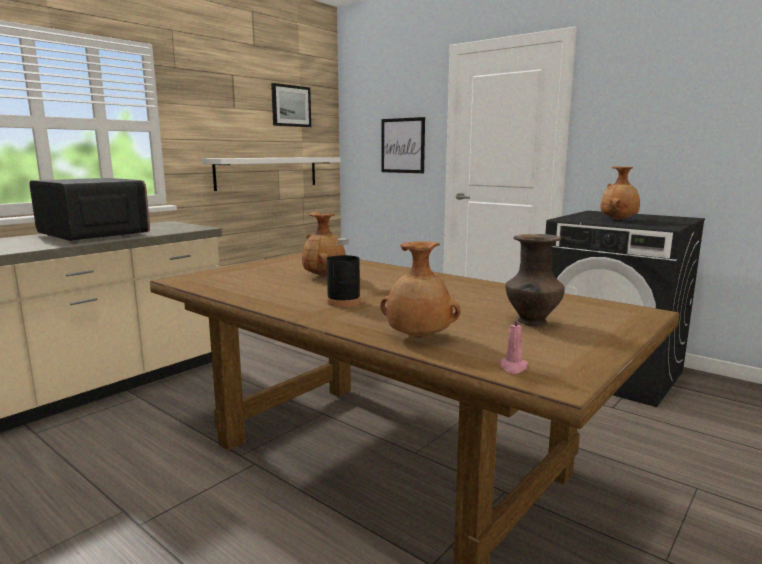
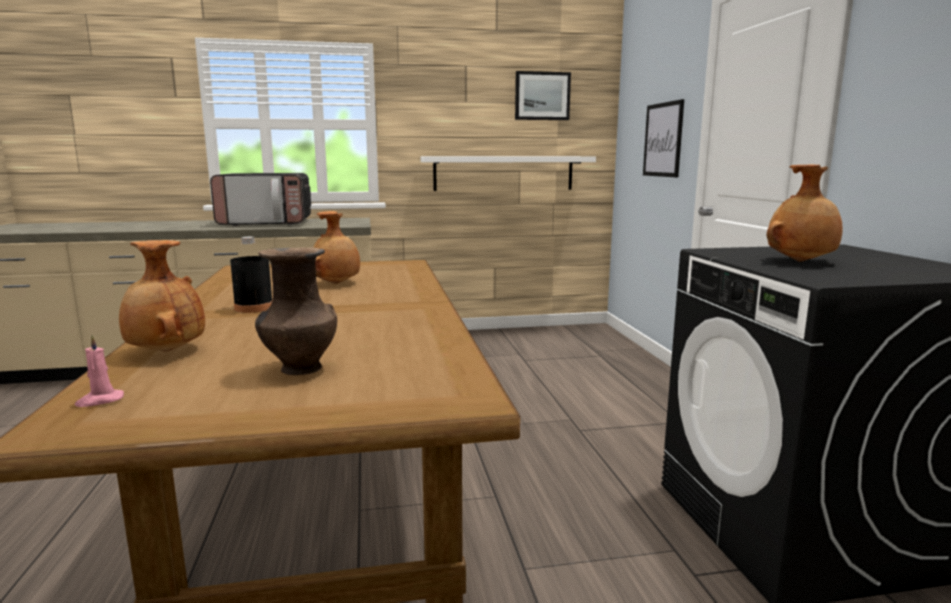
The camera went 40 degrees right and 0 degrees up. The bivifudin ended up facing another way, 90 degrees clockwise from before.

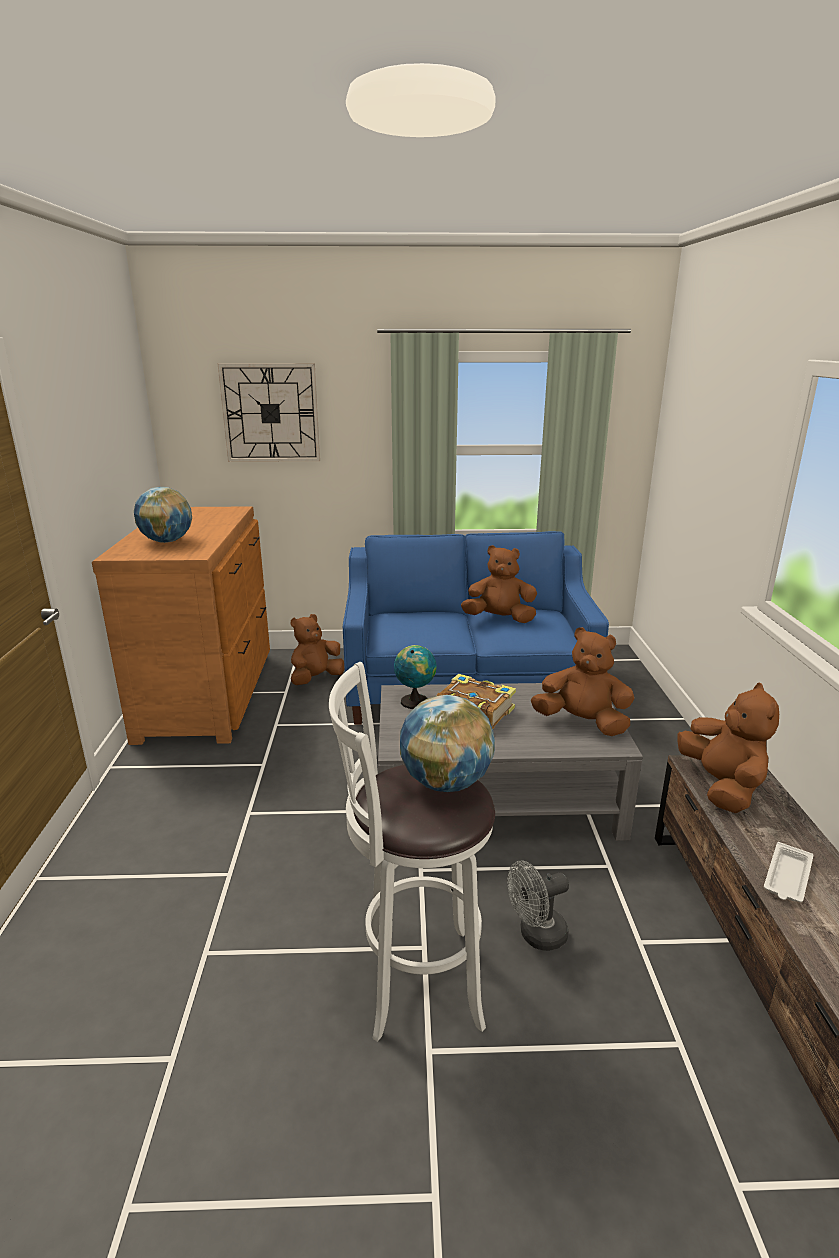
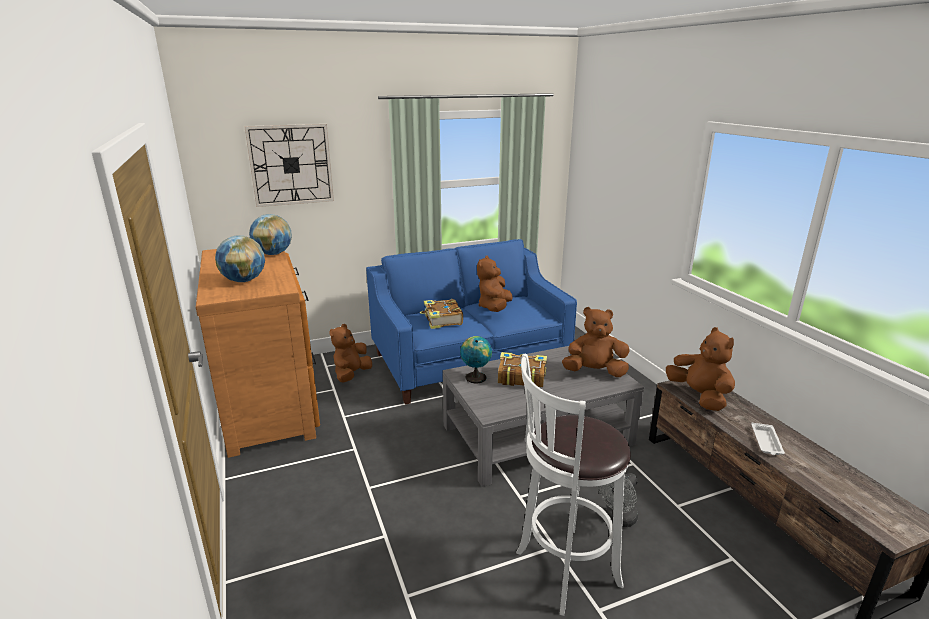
The camera went 20 degrees left and 0 degrees up. The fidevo (no. 3 from left in the first image) ended up elsewhere. The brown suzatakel (no. 2 from left) ended up facing another way, 60 degrees counterclockwise from before. The second view gained the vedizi (no. 1 from left).

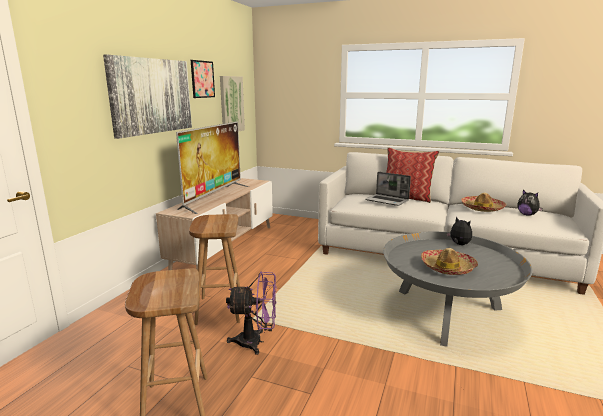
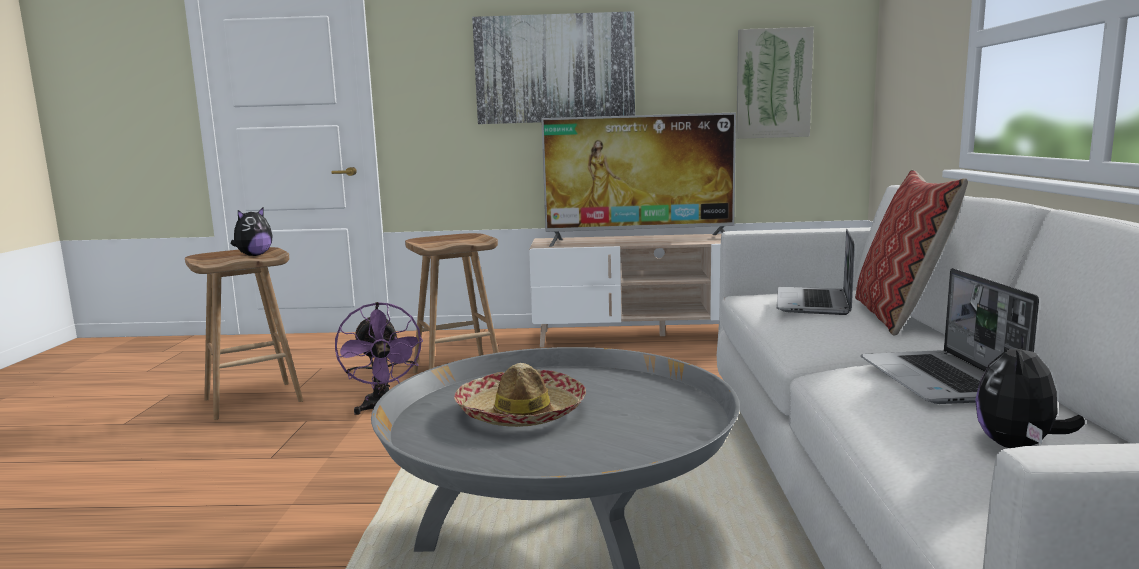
The camera went 70 degrees right and 5 degrees down. The second view lost the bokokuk (no. 2 from left). The suzatakel (no. 1 from left) ended up elsewhere. Where the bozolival (no. 2 from left) stood, the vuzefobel (no. 2 from left) came to stand.

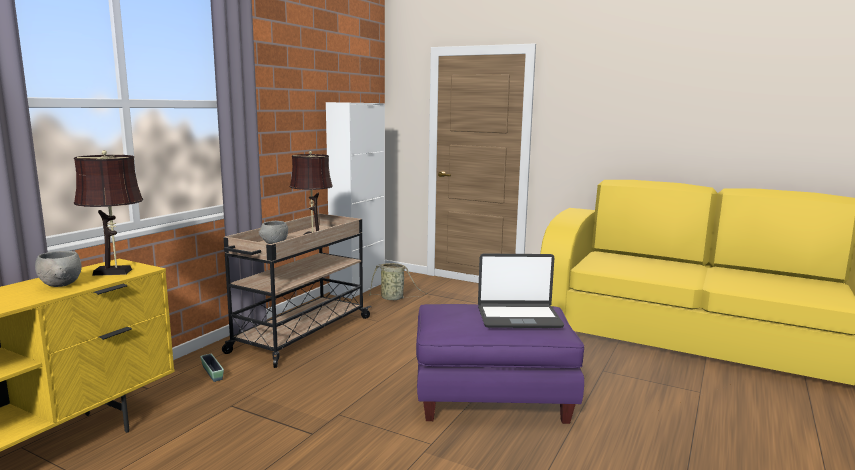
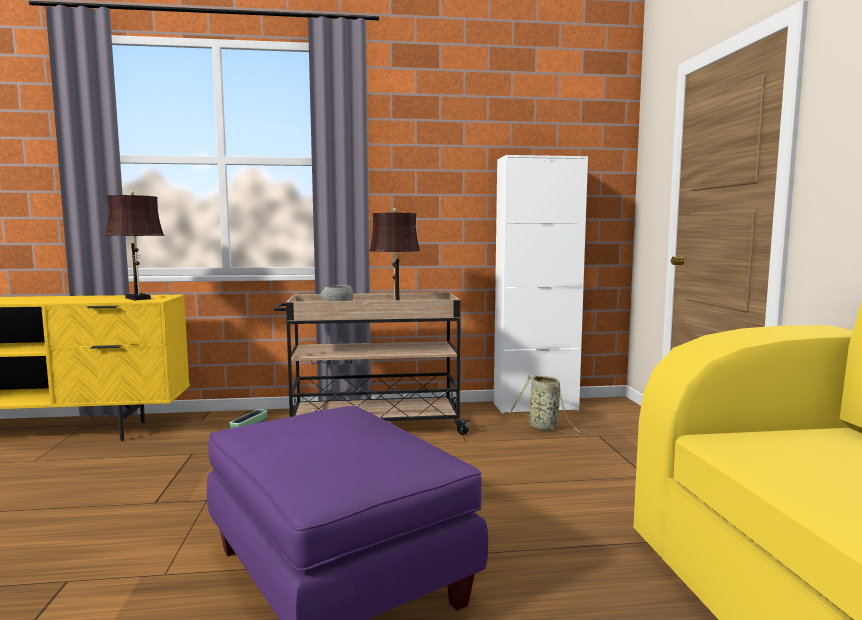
The camera went 55 degrees right and 5 degrees down. The second view lost the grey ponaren (no. 1 from left). The second view lost the vuzefobel.

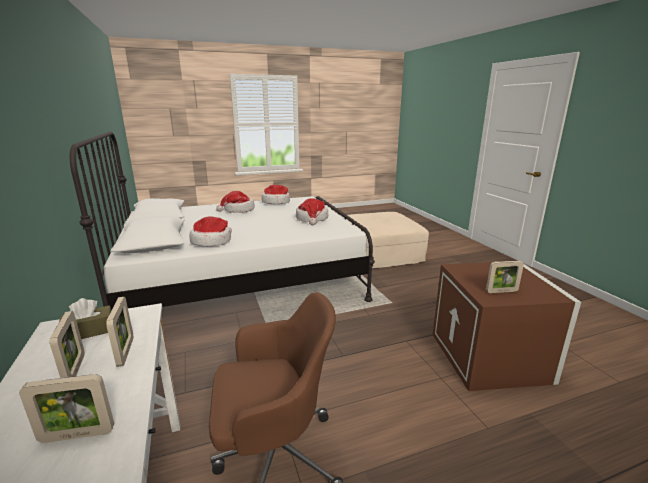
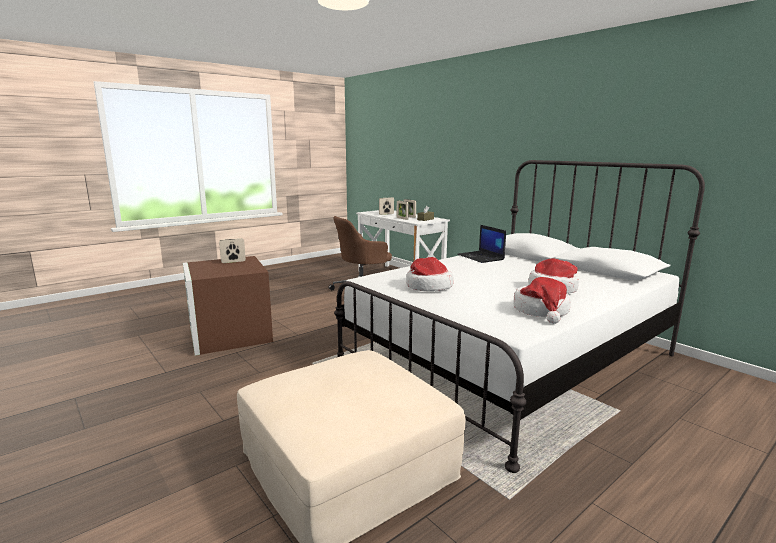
The camera went 160 degrees right and 5 degrees down. Where the bozolival (no. 1 from left) stood, the vuzefobel came to stand.

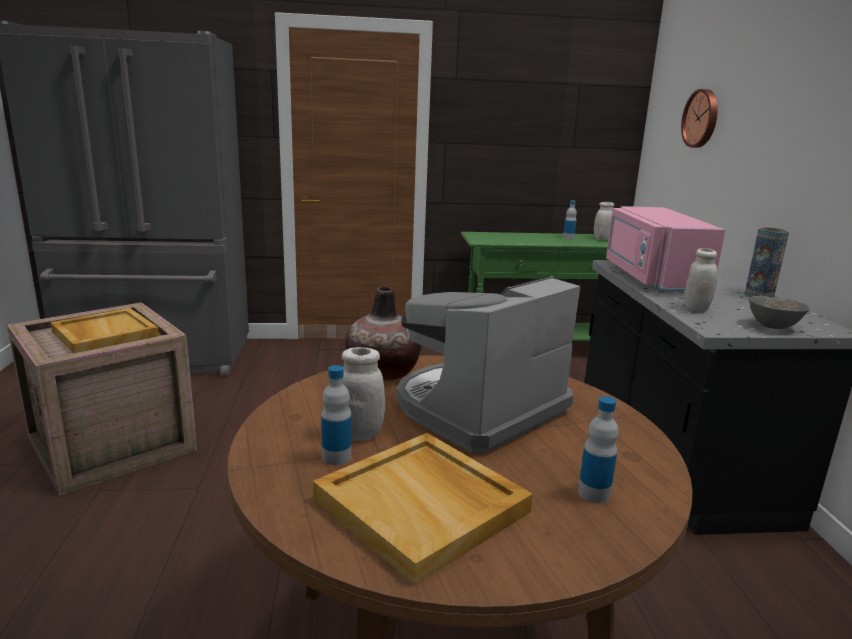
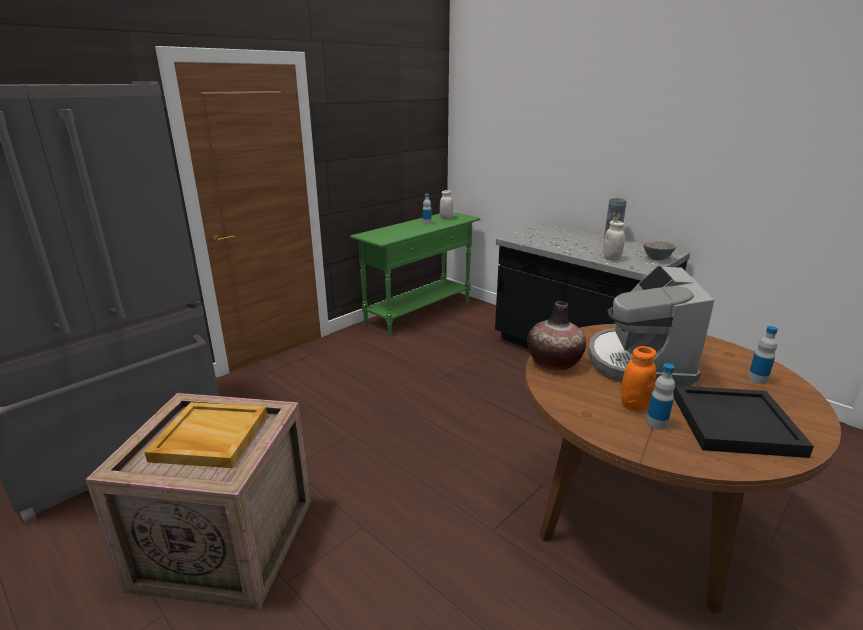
The camera went 40 degrees left and 5 degrees up. What was the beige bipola (no. 2 from left) turned into the black bipola. What was the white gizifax (no. 1 from left) turned into the orange gizifax. The second view lost the pink bivifudin. The second view lost the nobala.

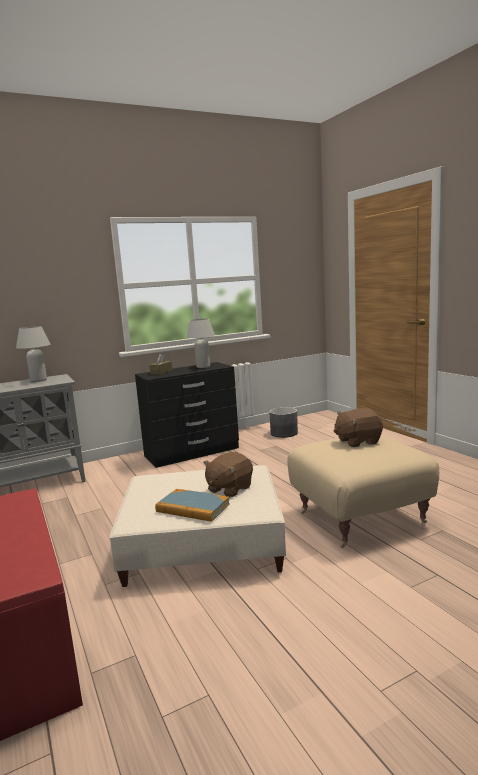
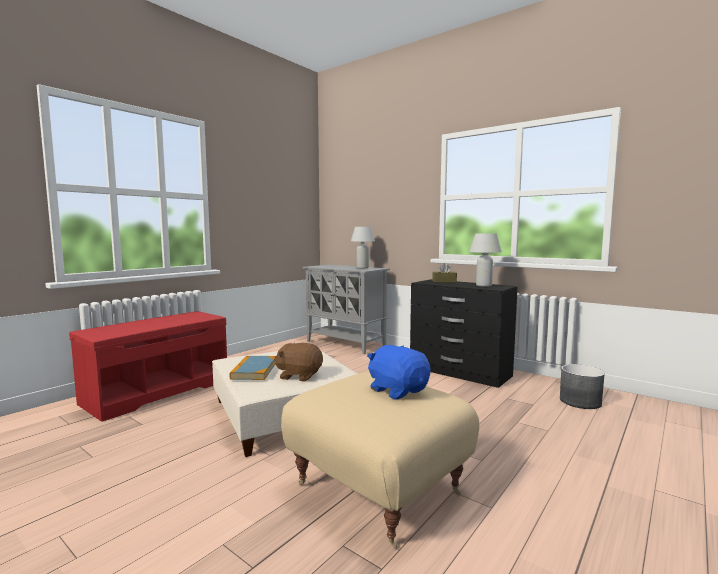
The camera went 65 degrees right and 5 degrees down. What was the brown suzatakel (no. 2 from left) turned into the blue suzatakel.

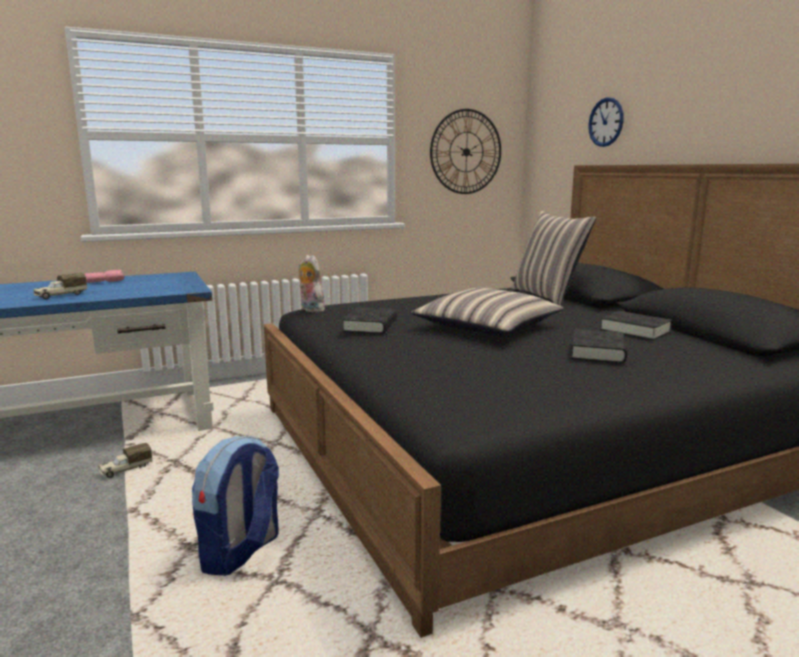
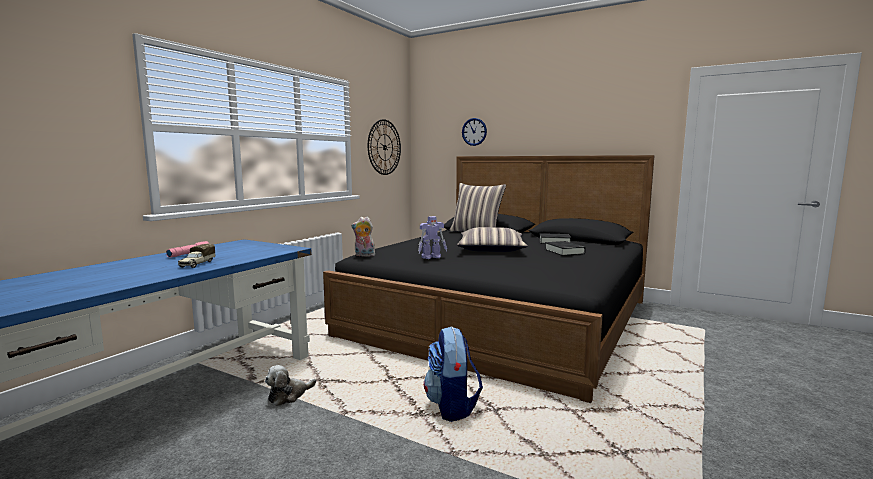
The camera went 35 degrees left and 5 degrees down. Where the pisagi (no. 2 from left) stood, the suzatakel (no. 1 from left) came to stand. Where the black vedizi (no. 1 from left) stood, the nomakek came to stand.

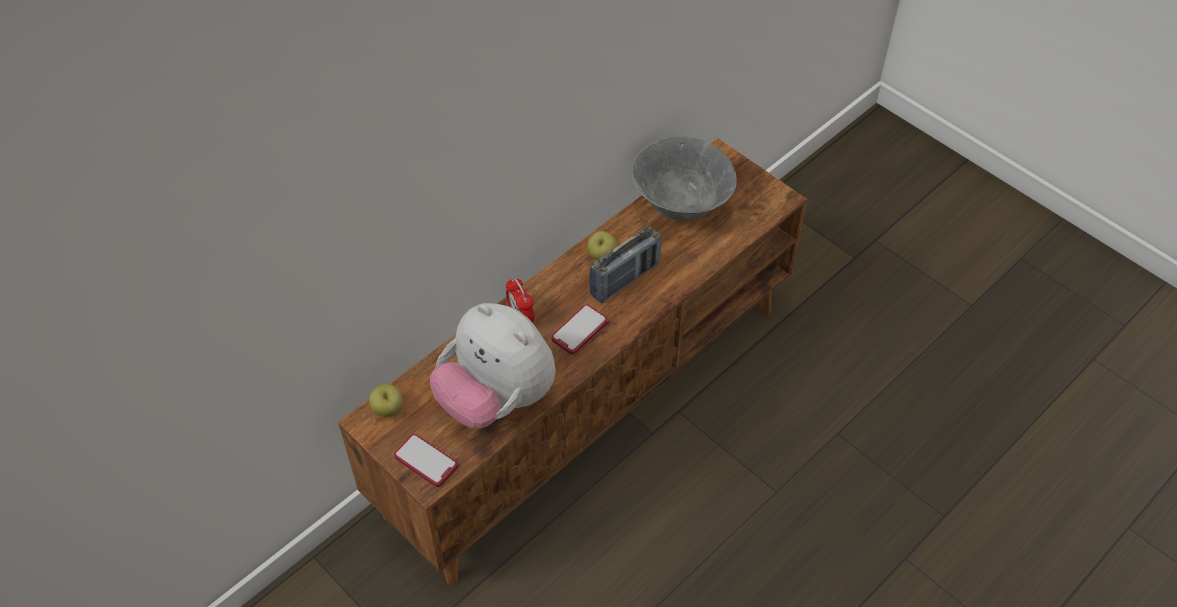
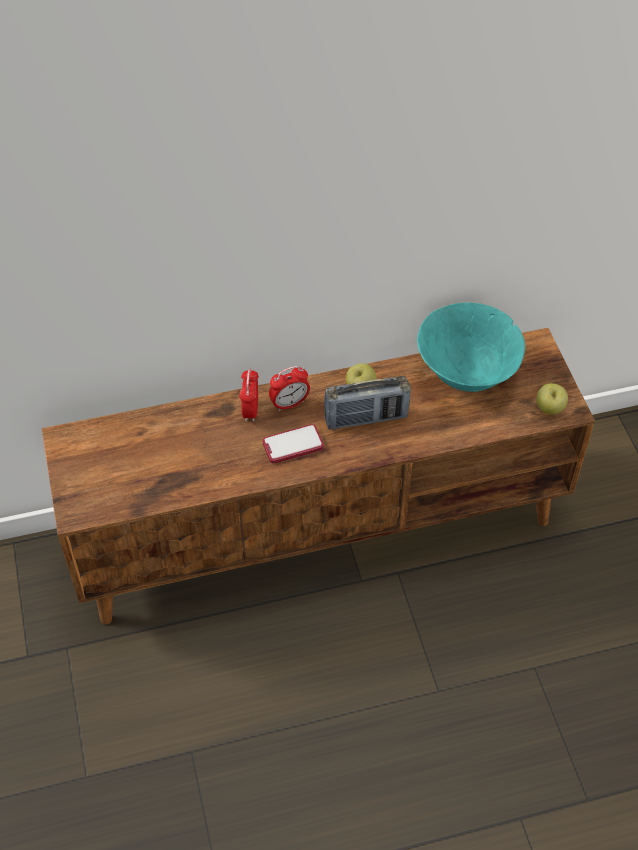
The camera went 30 degrees right and 0 degrees up. The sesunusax (no. 1 from left in the first image) ended up elsewhere. The second view lost the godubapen (no. 1 from left). The second view lost the suzatakel. What was the grey ponaren turned into the turquoise ponaren. The second view gained the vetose (no. 2 from left).

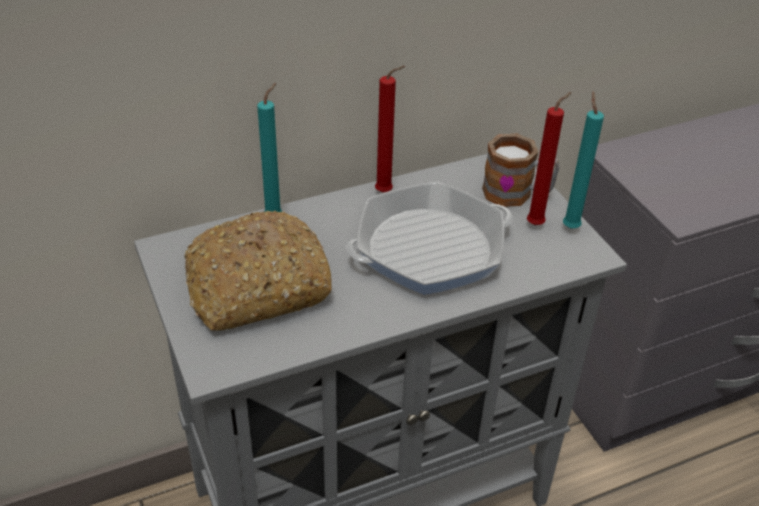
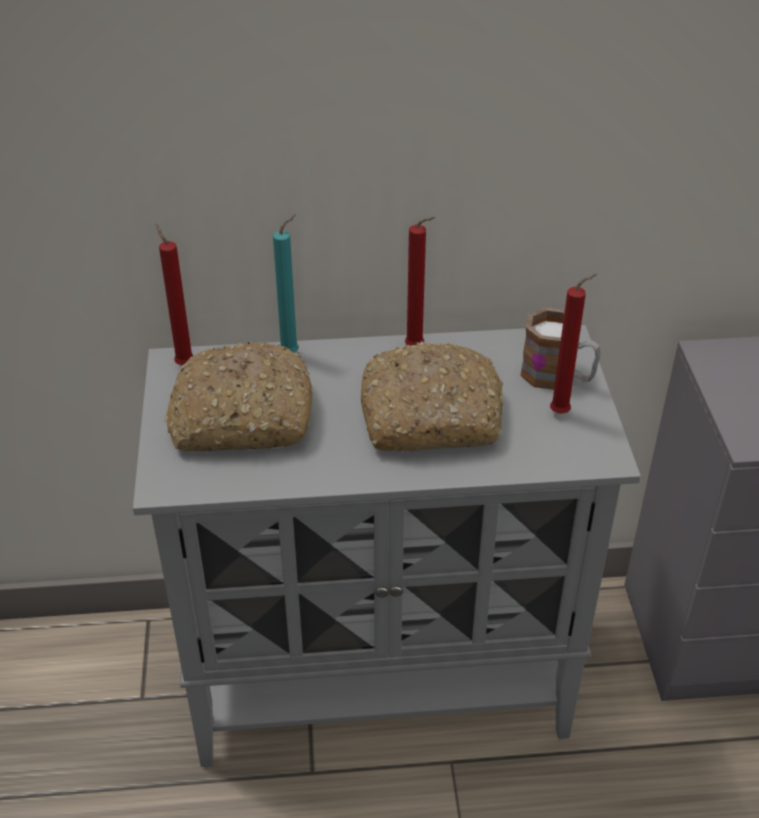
The camera went 20 degrees right and 0 degrees up. Where the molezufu stood, the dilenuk (no. 2 from left) came to stand. The second view lost the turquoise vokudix (no. 2 from left). The second view gained the red vokudix (no. 1 from left).

